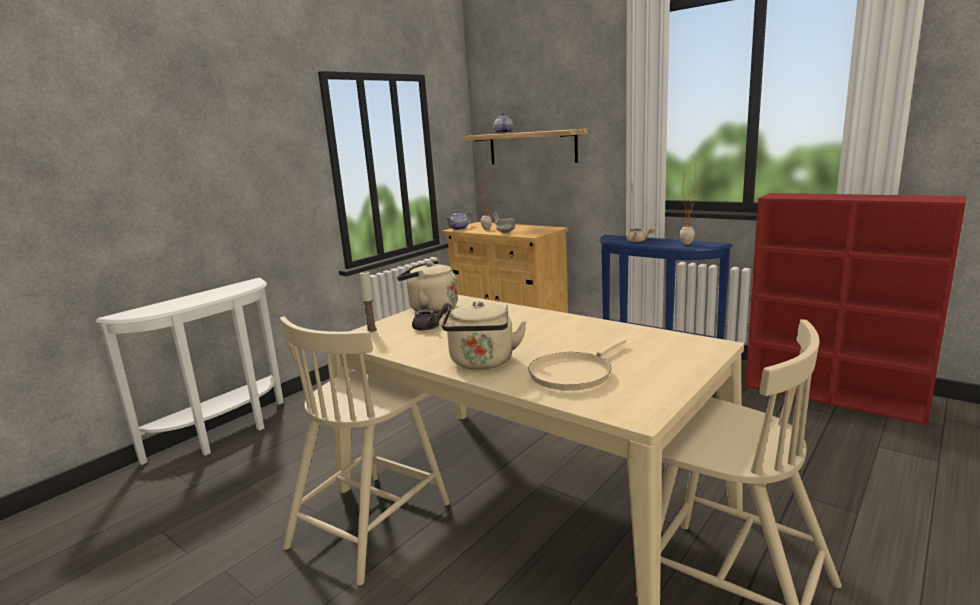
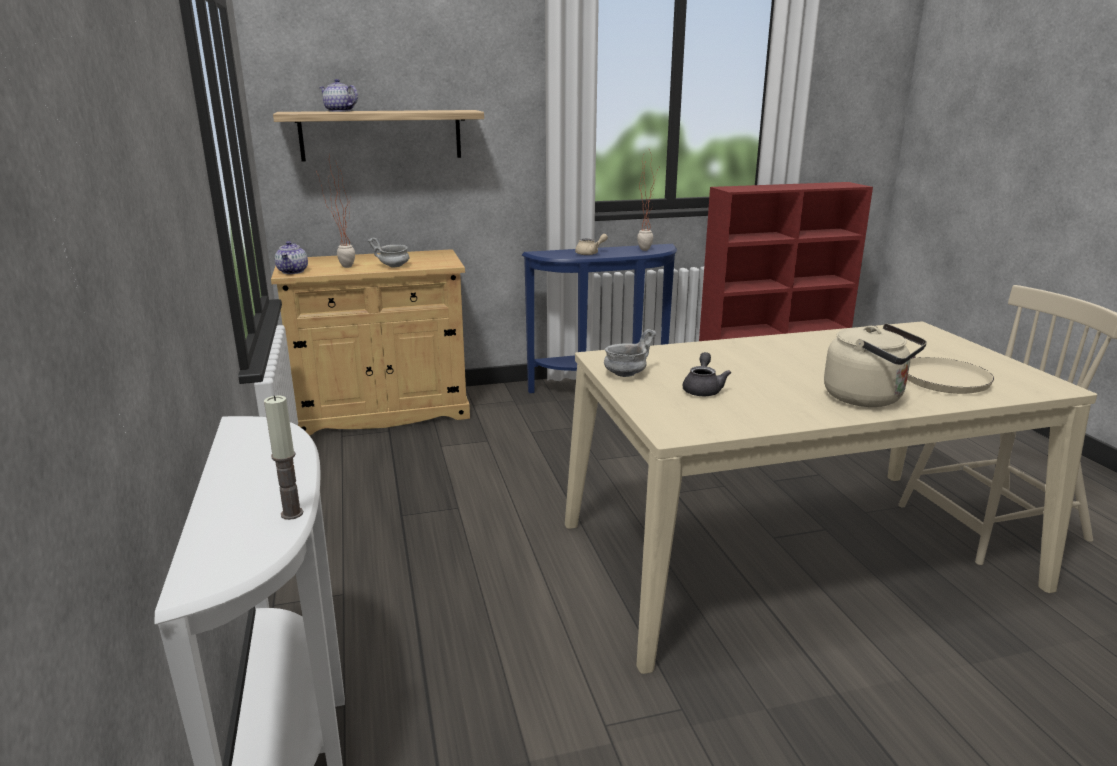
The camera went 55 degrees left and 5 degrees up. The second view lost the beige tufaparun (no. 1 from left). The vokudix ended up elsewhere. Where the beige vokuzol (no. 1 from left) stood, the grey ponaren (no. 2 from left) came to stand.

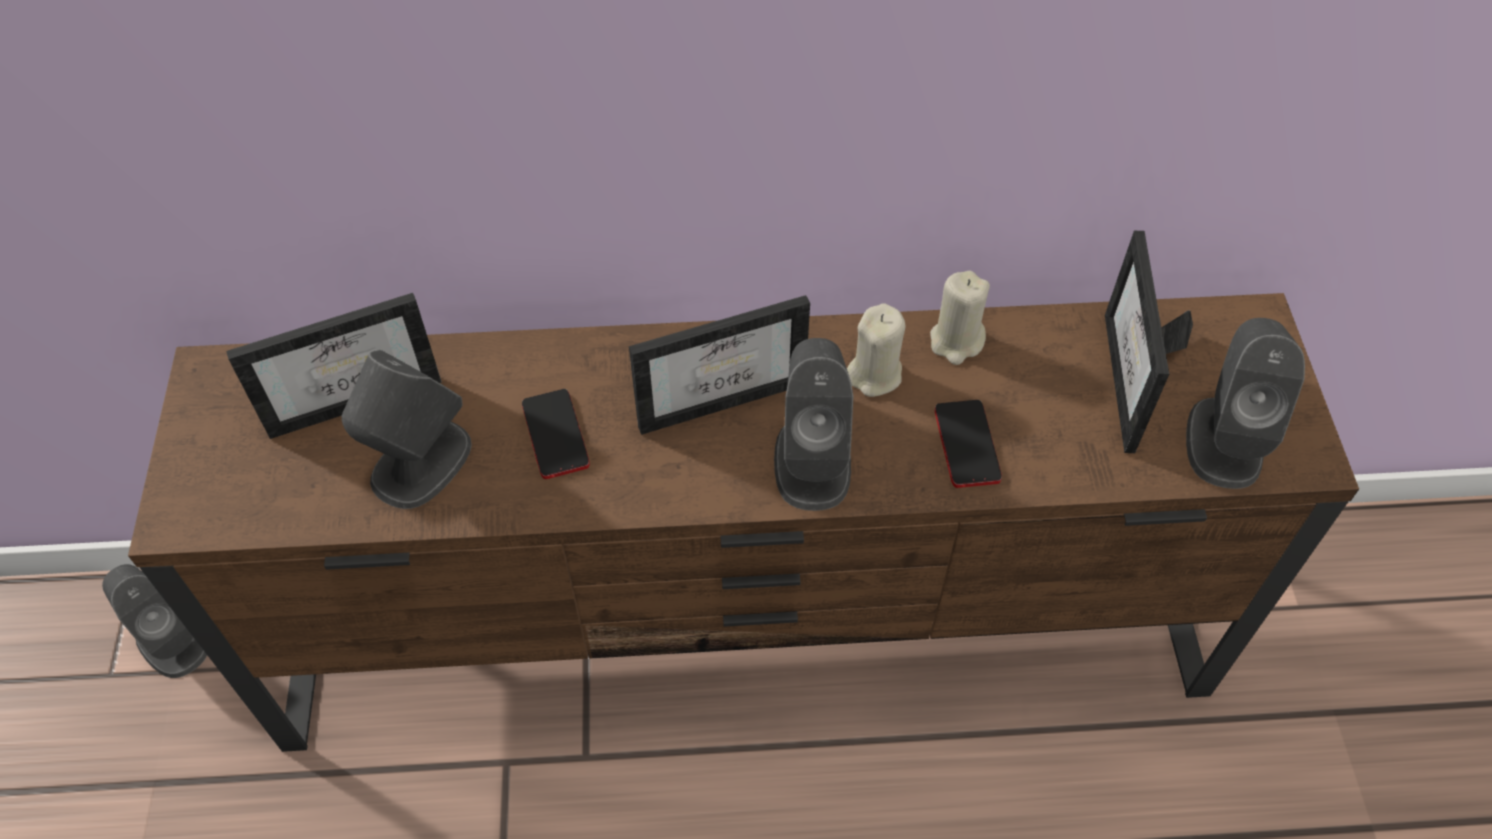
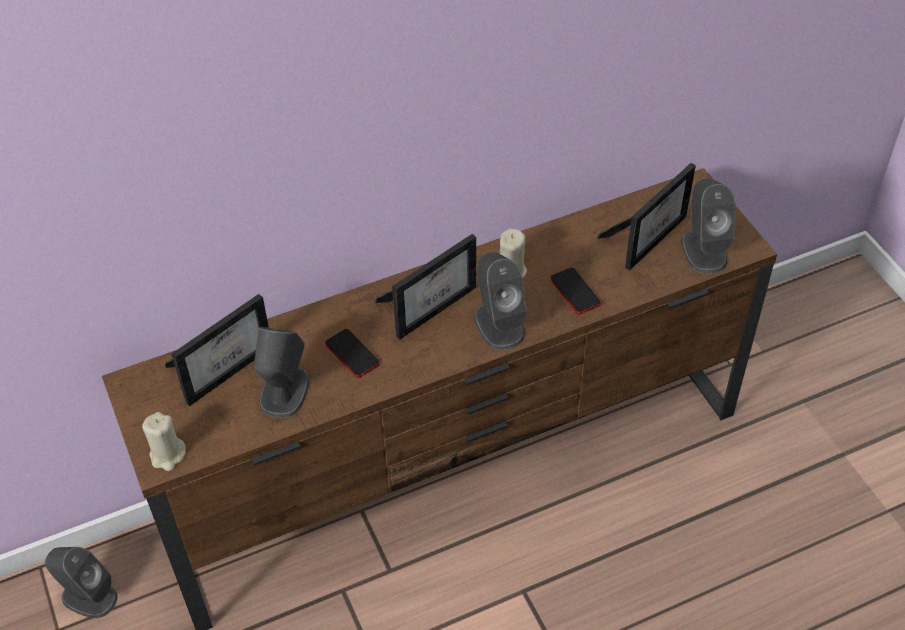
The camera went 20 degrees left and 5 degrees down. The beige vokudix (no. 2 from left in the first image) ended up elsewhere. The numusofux (no. 3 from left) ended up facing another way, 120 degrees counterclockwise from before.

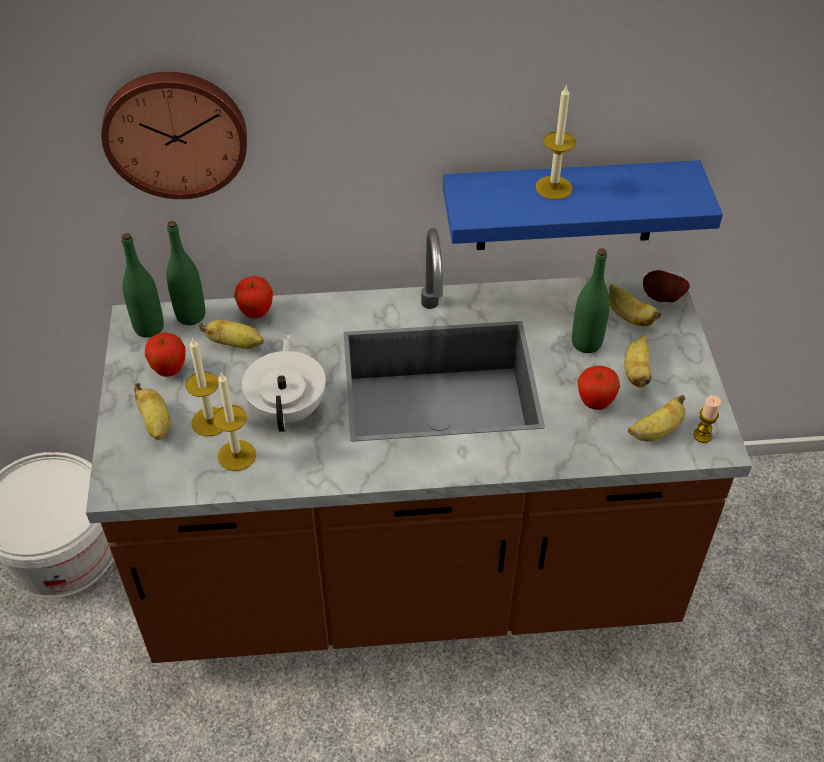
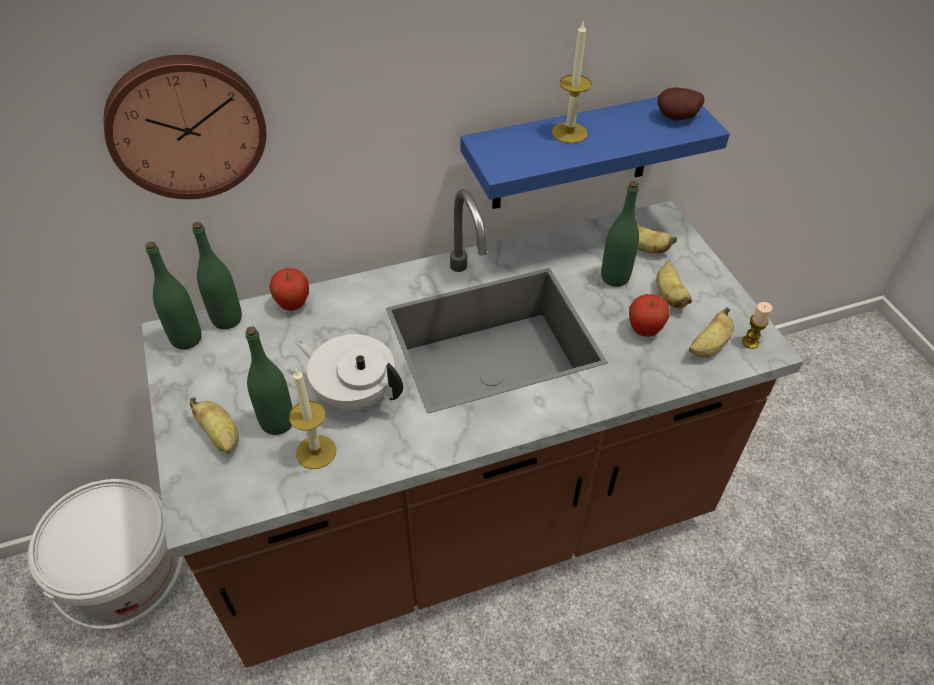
The camera went 15 degrees left and 0 degrees up. The second view lost the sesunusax (no. 1 from left). Where the vokudix (no. 1 from left) stood, the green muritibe (no. 3 from left) came to stand. The second view lost the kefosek (no. 2 from left). The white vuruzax ended up facing another way, 45 degrees counterclockwise from before. The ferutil ended up elsewhere.

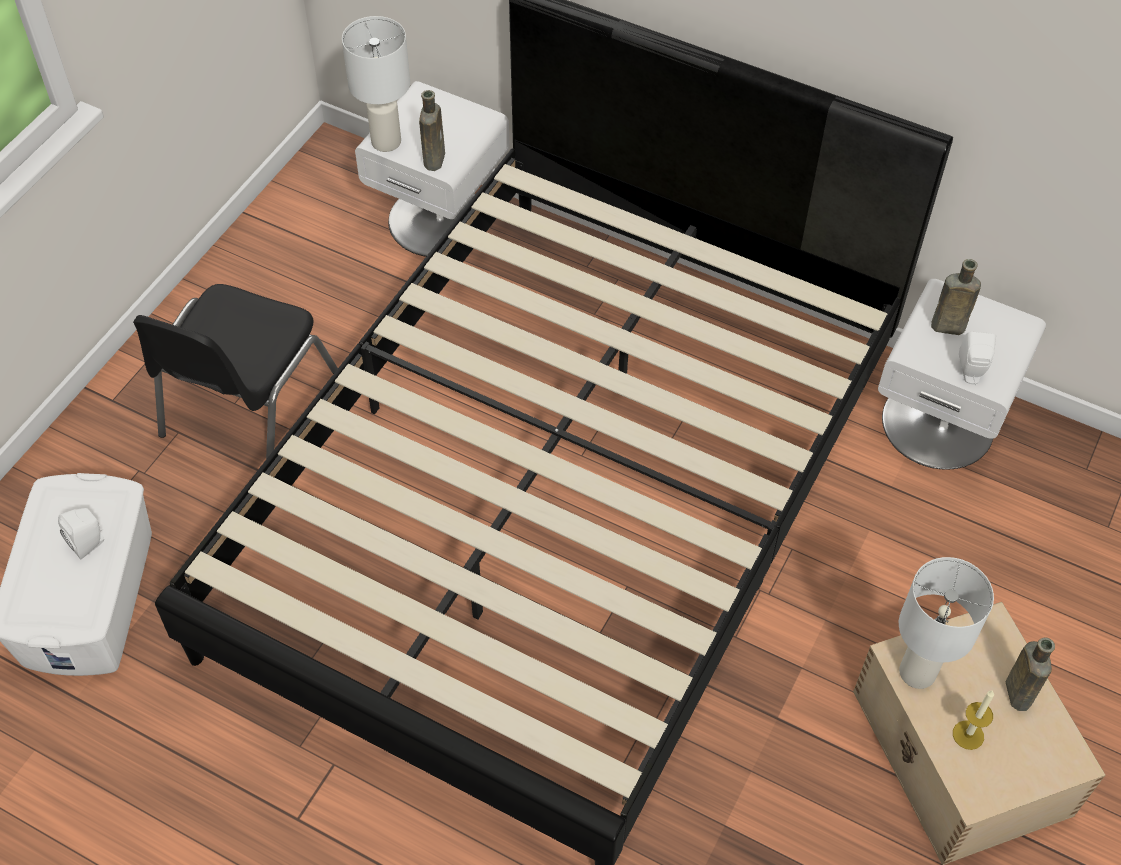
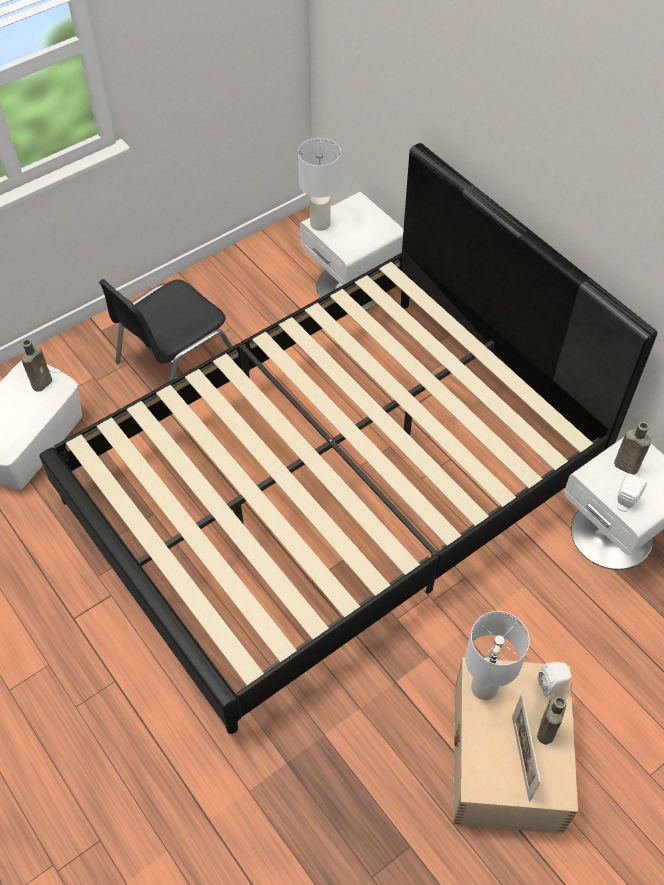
The camera went 25 degrees right and 0 degrees up. The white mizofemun (no. 1 from left) ended up elsewhere. The brown muritibe (no. 1 from left) ended up elsewhere. The second view lost the vokudix. The second view gained the numusofux.

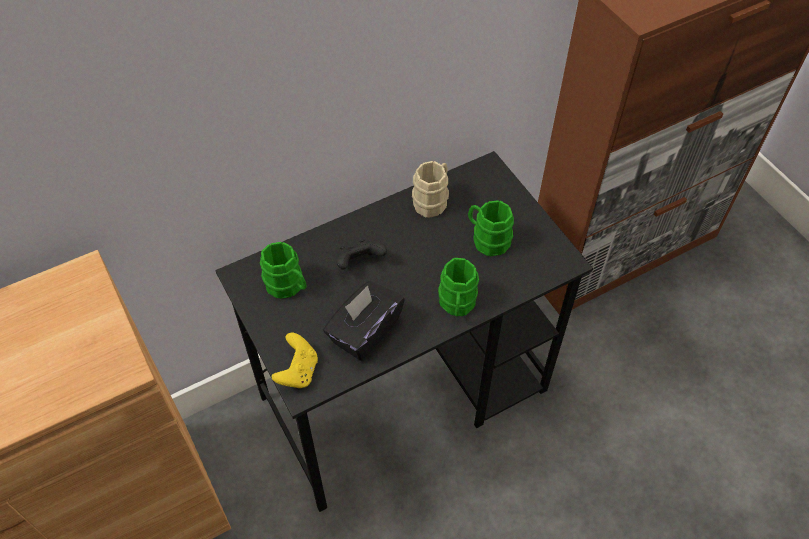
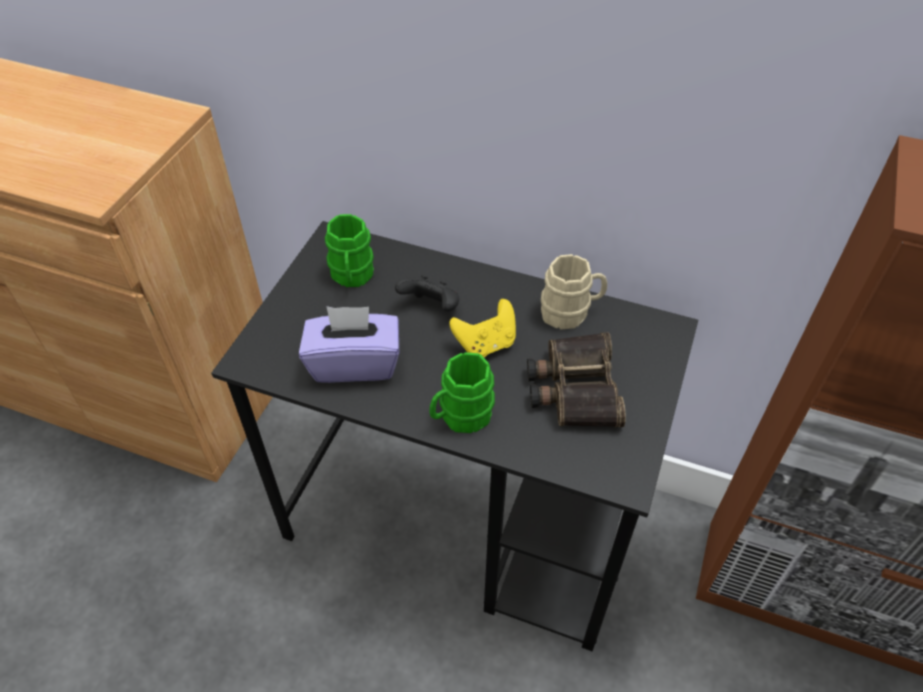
The camera went 50 degrees right and 5 degrees down. The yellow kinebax ended up elsewhere. What was the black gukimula turned into the purple gukimula. Where the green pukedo (no. 3 from left) stood, the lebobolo came to stand.

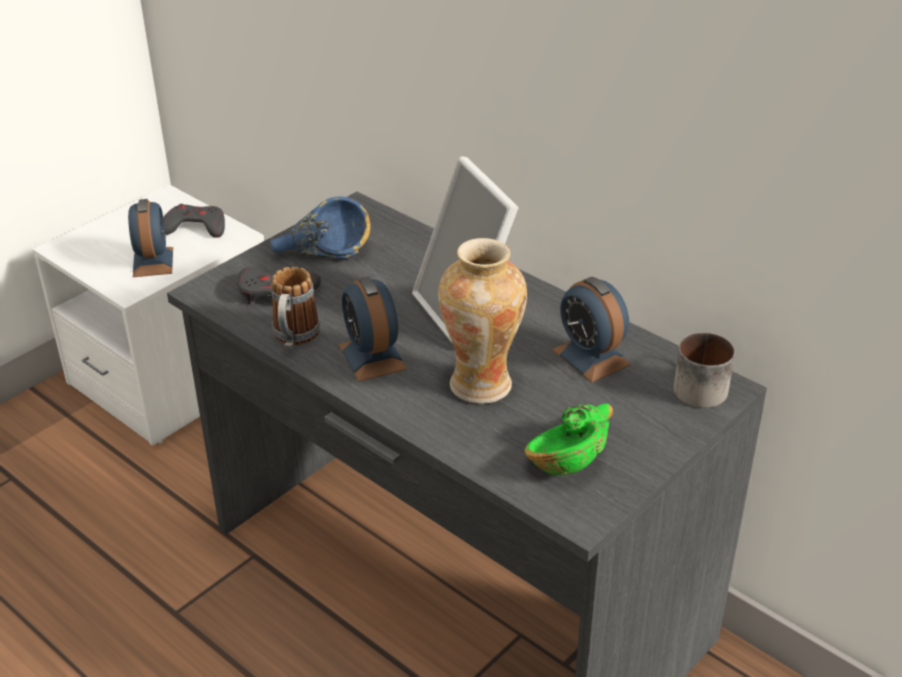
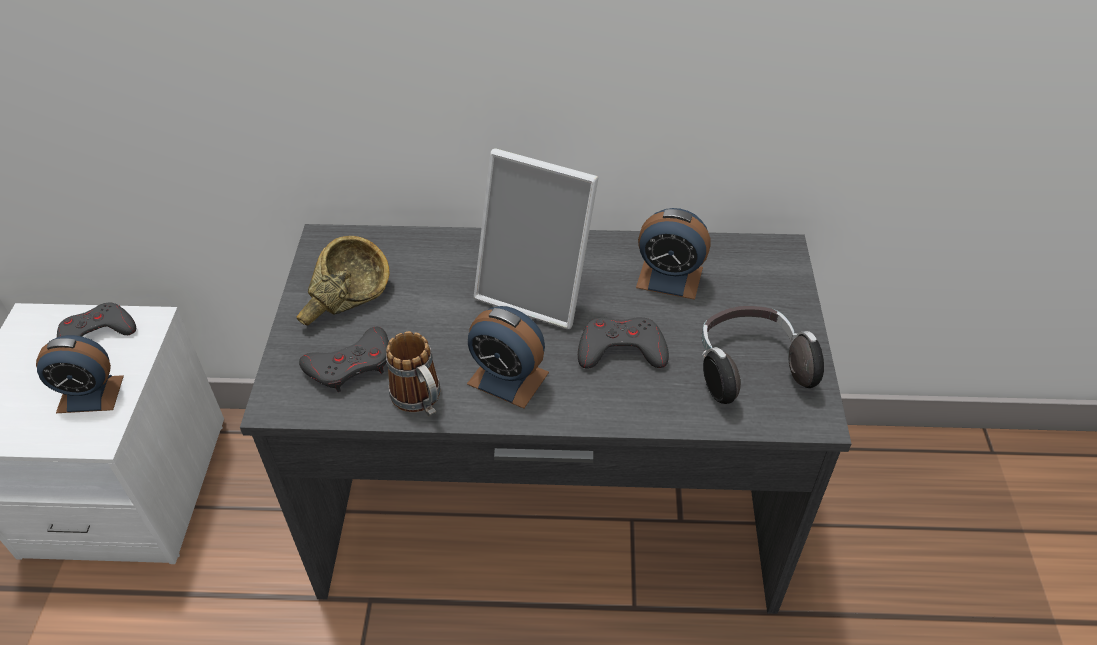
The camera went 40 degrees left and 10 degrees up. The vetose (no. 1 from left) ended up facing another way, 135 degrees clockwise from before. What was the blue ponaren turned into the brown ponaren. Where the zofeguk stood, the grey kinebax (no. 3 from left) came to stand. Where the green ponaren stood, the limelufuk came to stand. The second view lost the pukedo (no. 2 from left).

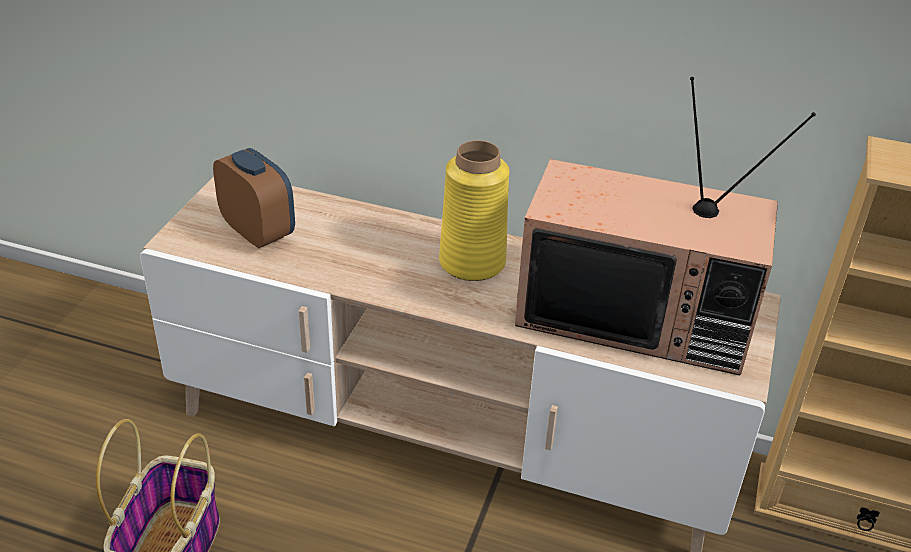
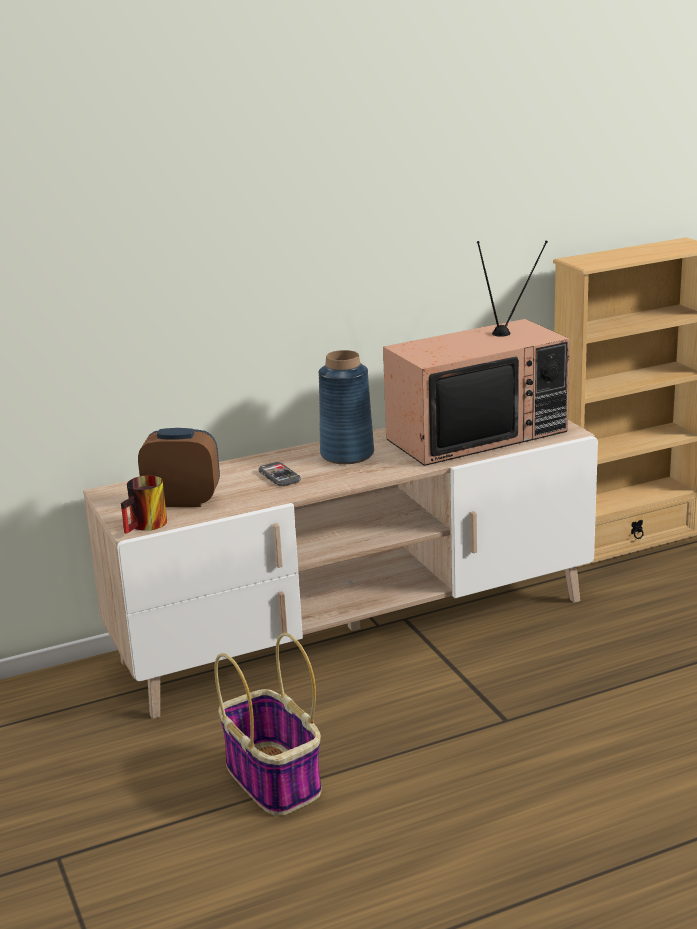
The camera went 40 degrees left and 15 degrees down. What was the yellow zofeguk turned into the blue zofeguk. The second view gained the pukedo. The second view gained the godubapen.

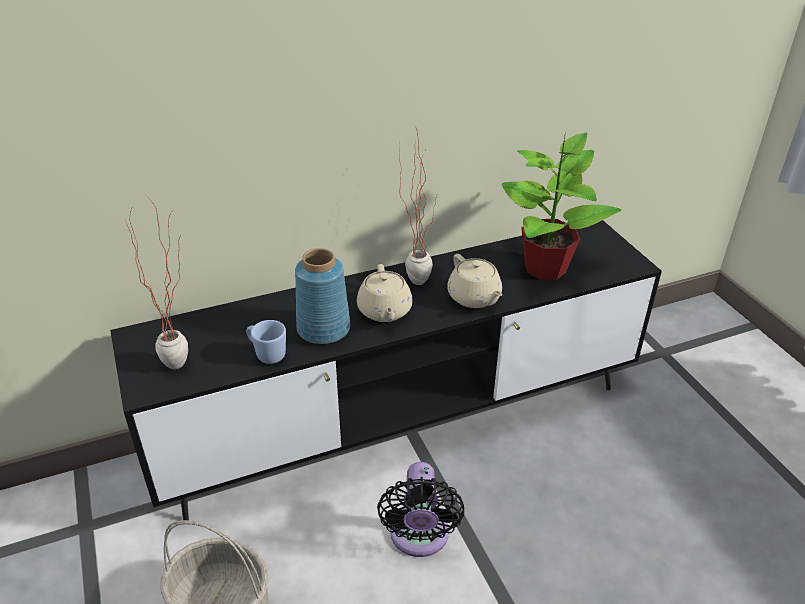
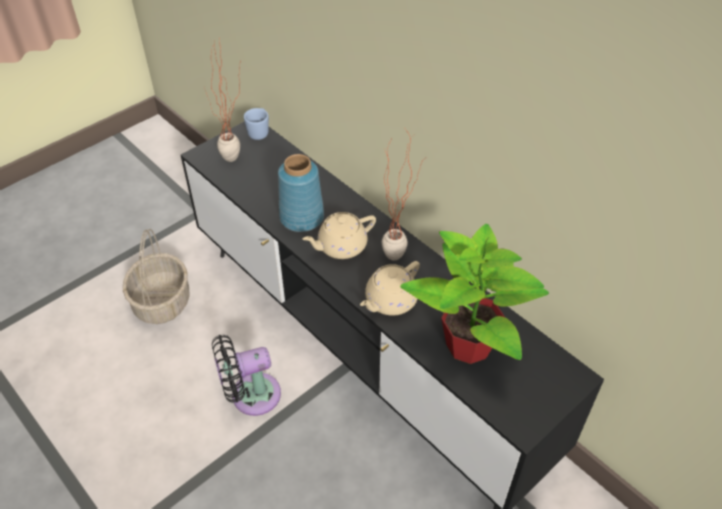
The camera went 70 degrees right and 10 degrees up. The blue pukedo ended up elsewhere.

